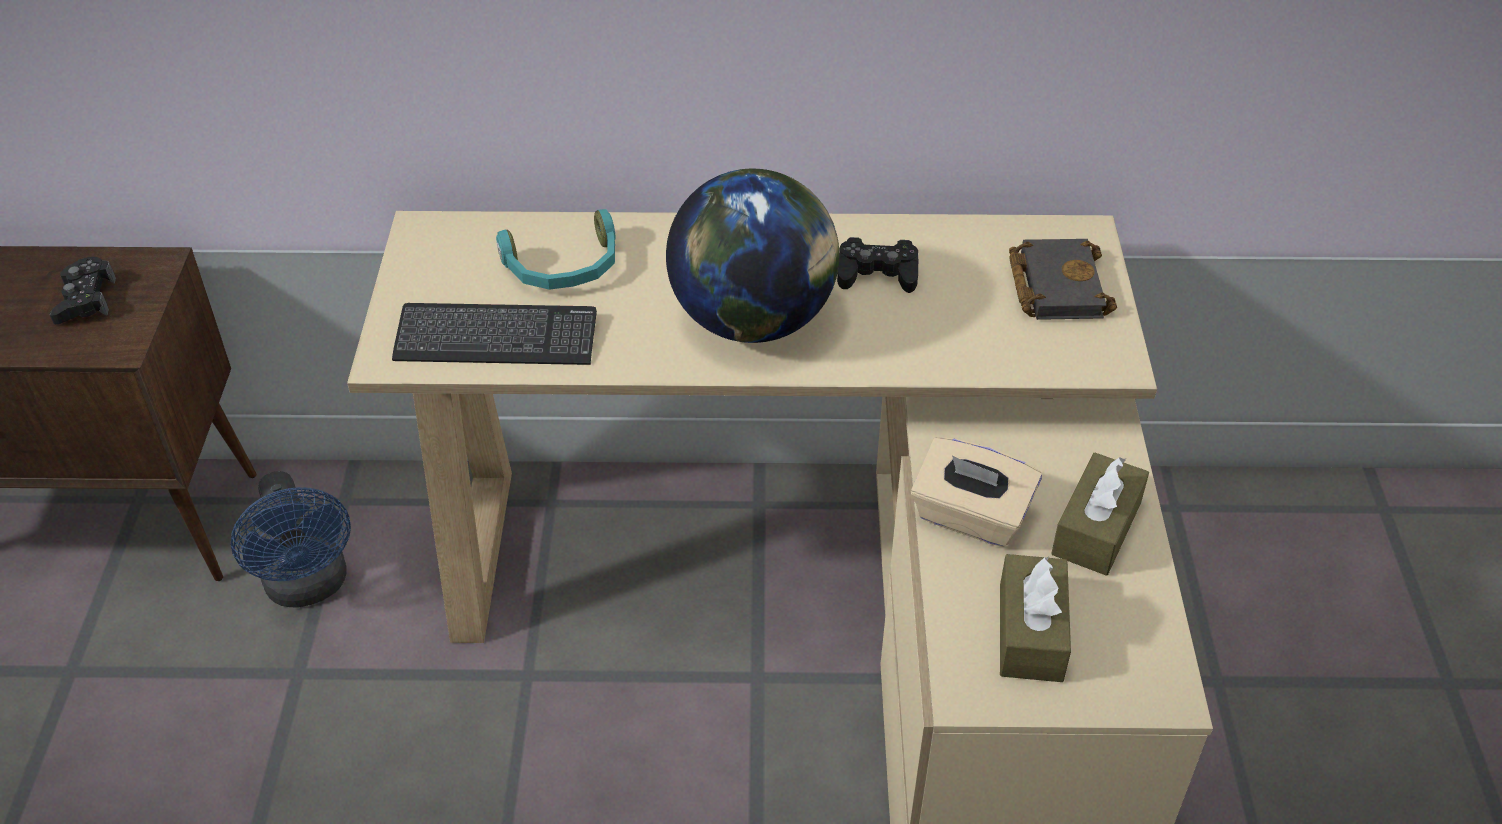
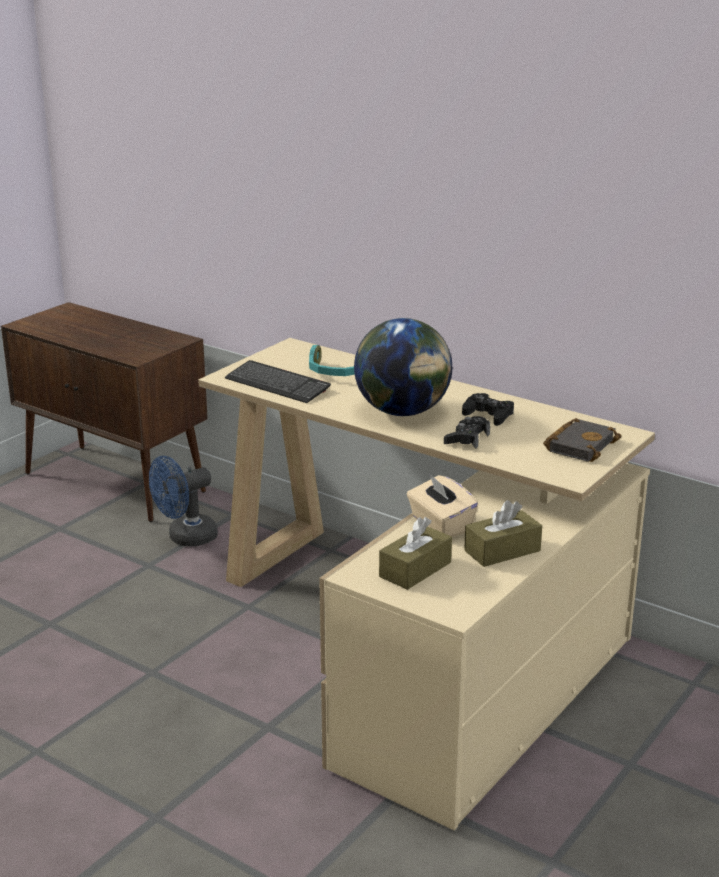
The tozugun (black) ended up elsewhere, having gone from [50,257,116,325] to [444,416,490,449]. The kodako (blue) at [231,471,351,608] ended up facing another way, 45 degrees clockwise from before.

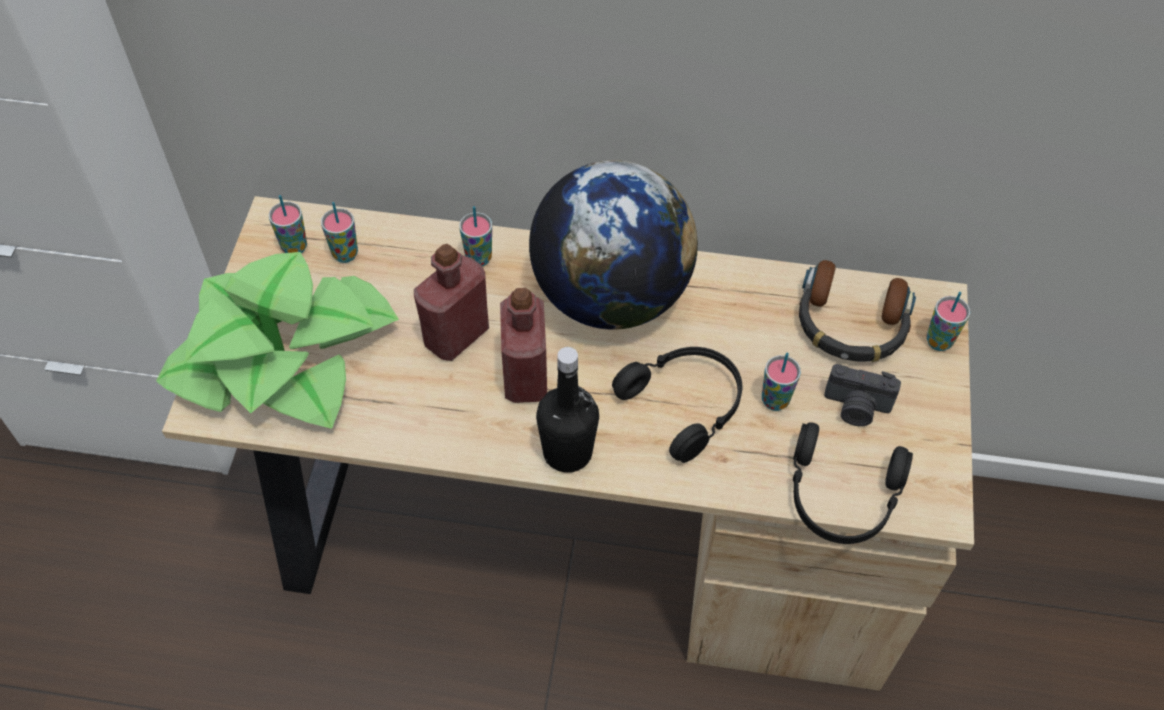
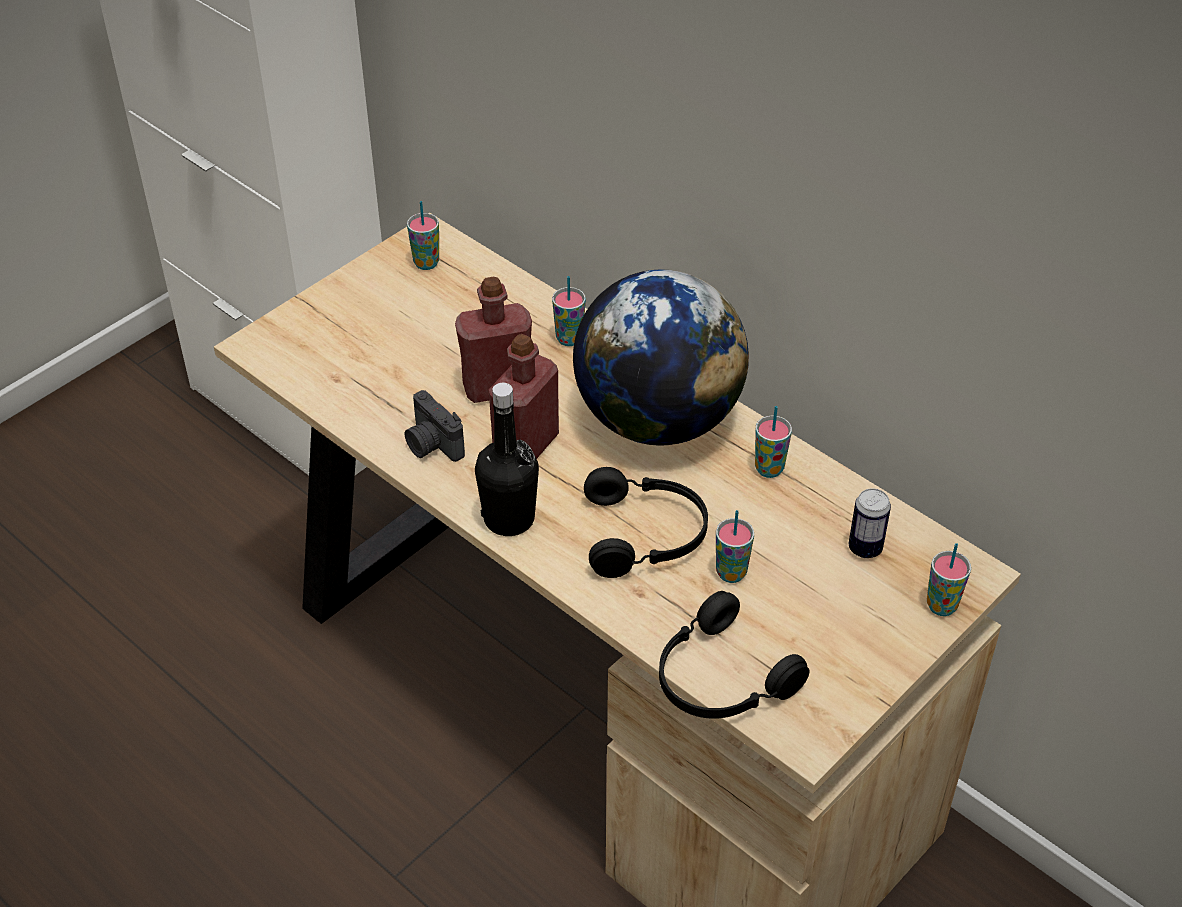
The second view lost the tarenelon at [156,252,399,429]. The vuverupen ended up elsewhere, having gone from [321,202,358,263] to [755,406,792,478]. The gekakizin ended up elsewhere, having gone from [824,364,901,426] to [405,390,465,462]. Where the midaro stood at [799,260,916,362], the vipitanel came to stand at [849,488,891,558].

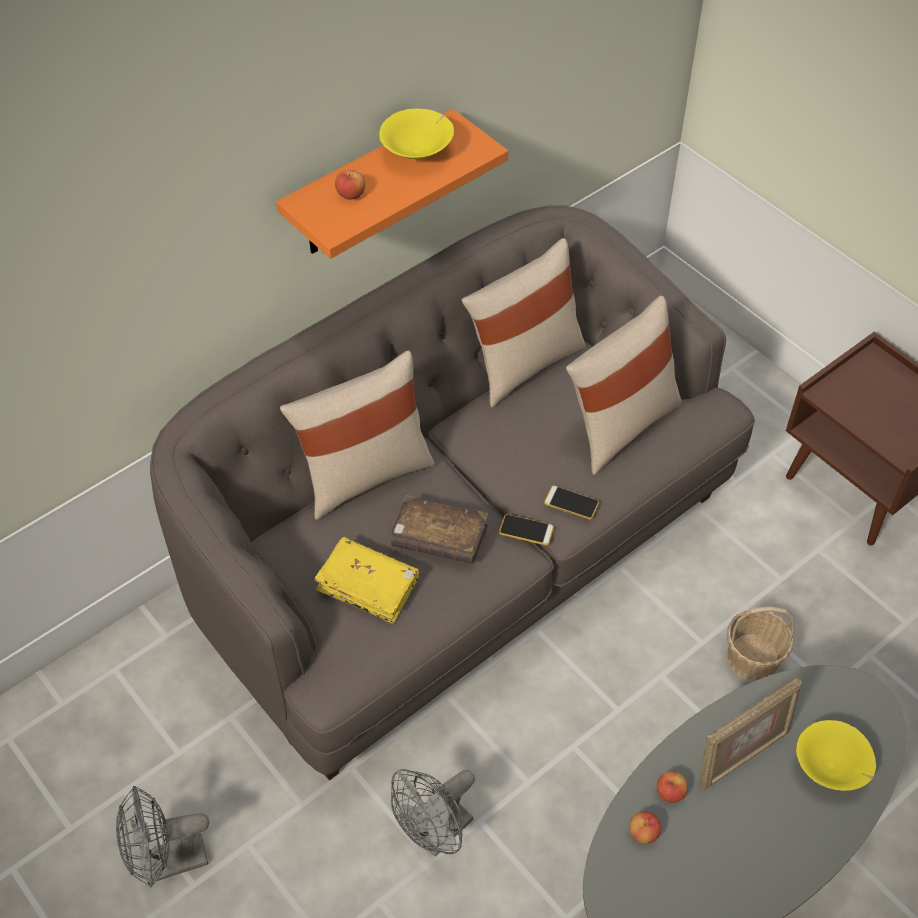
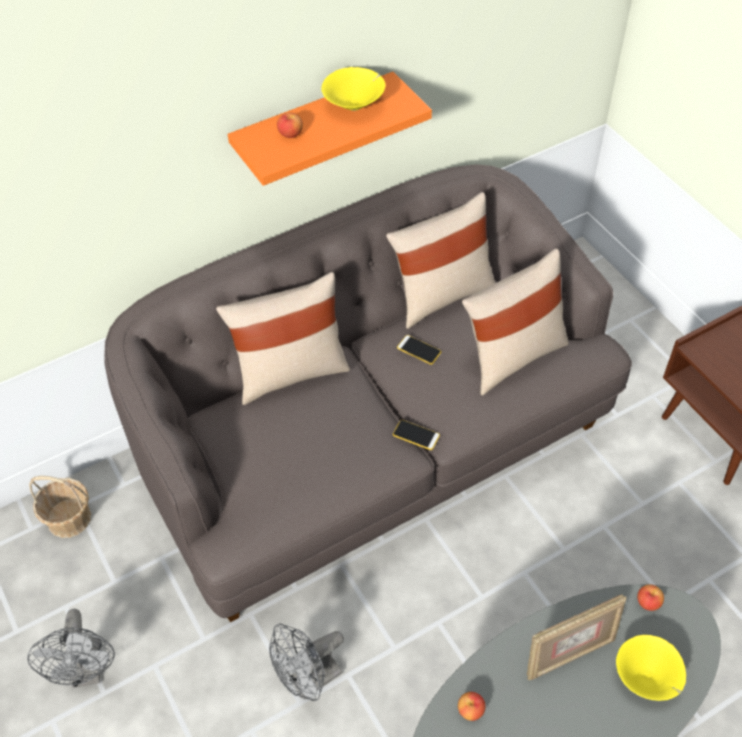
The second view lost the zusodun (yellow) at [315,537,419,624]. The second view lost the zusodun (brown) at [391,495,488,564]. The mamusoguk ended up elsewhere, having gone from [544,486,599,520] to [397,335,441,365]. The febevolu ended up elsewhere, having gone from [657,771,688,803] to [637,585,664,611]. The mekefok ended up elsewhere, having gone from [727,607,795,681] to [29,476,91,538]. The kodako (grey) at [116,786,209,887] ended up facing another way, 90 degrees counterclockwise from before.

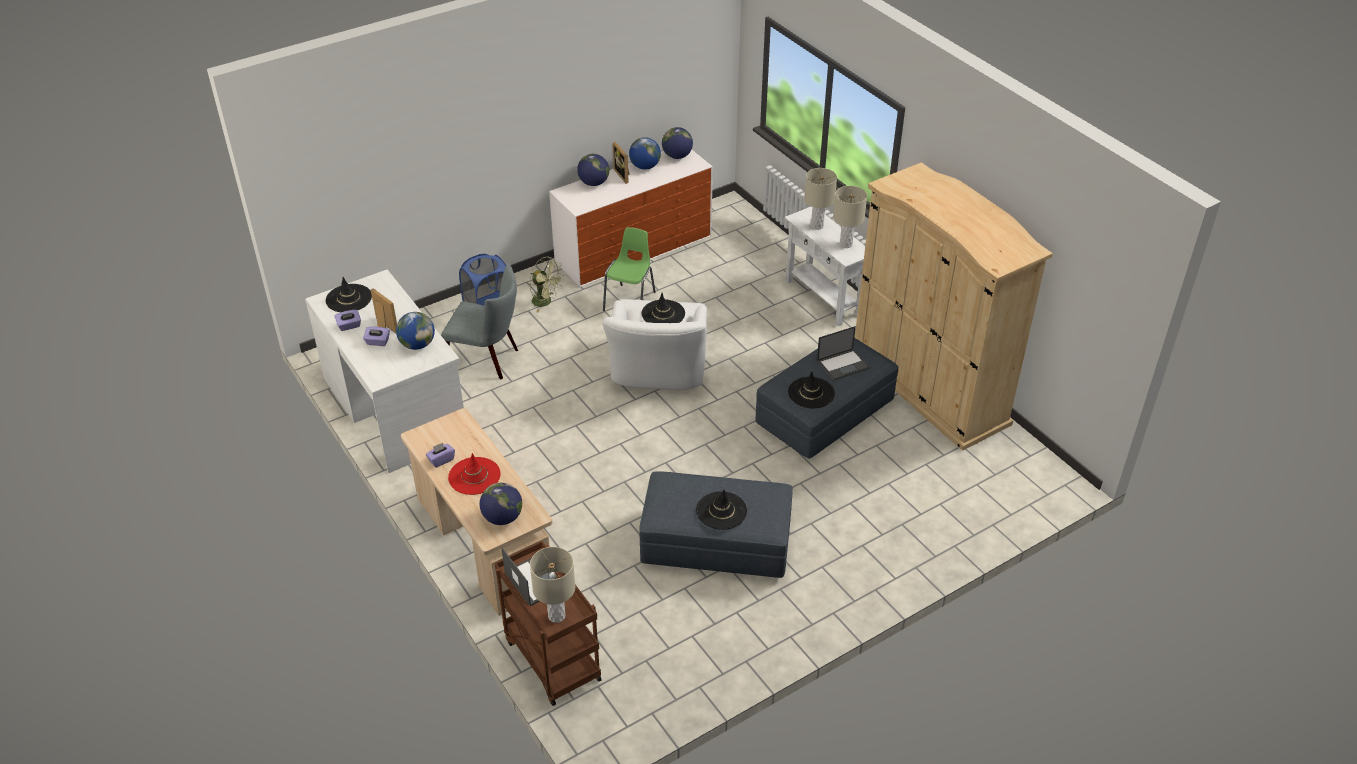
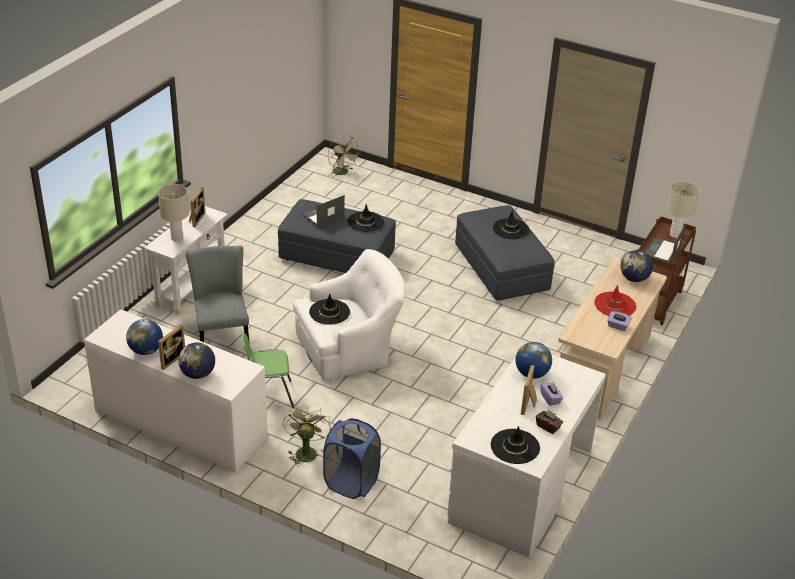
The second view lost the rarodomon at [662,127,693,159]. The second view lost the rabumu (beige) at [855,162,1053,451]. The second view gained the kodako (green) at [328,135,360,178]. The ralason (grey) ended up elsewhere, having gone from [441,263,518,379] to [186,246,250,344]. Where the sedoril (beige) stood at [833,186,867,248], the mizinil came to stand at [189,187,205,227]. What was the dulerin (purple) at [335,310,361,331] turned into the dulerin (brown) at [536,410,563,434]. The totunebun at [817,326,870,381] ended up facing another way, 75 degrees counterclockwise from before.

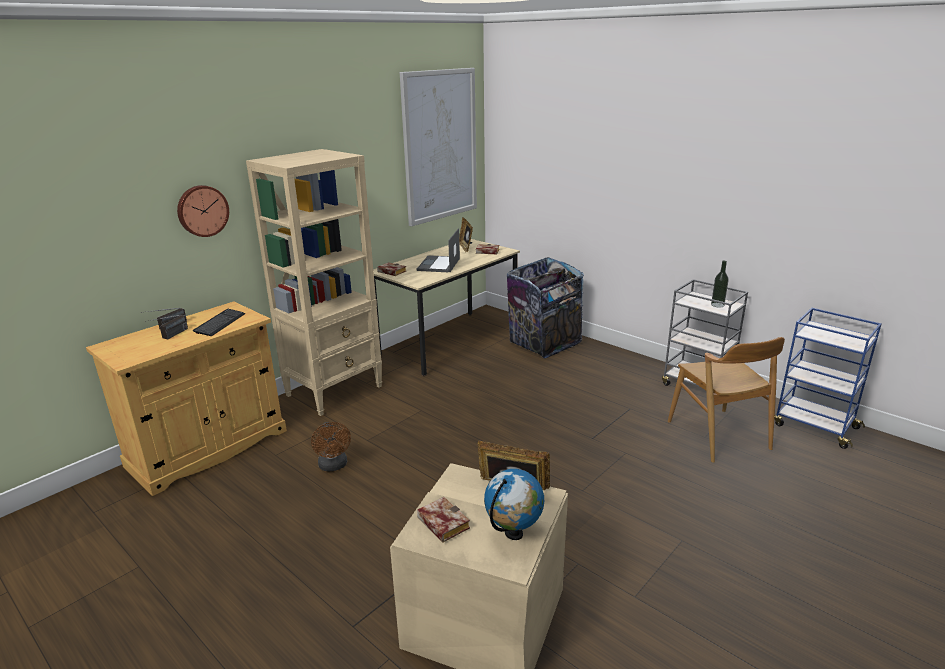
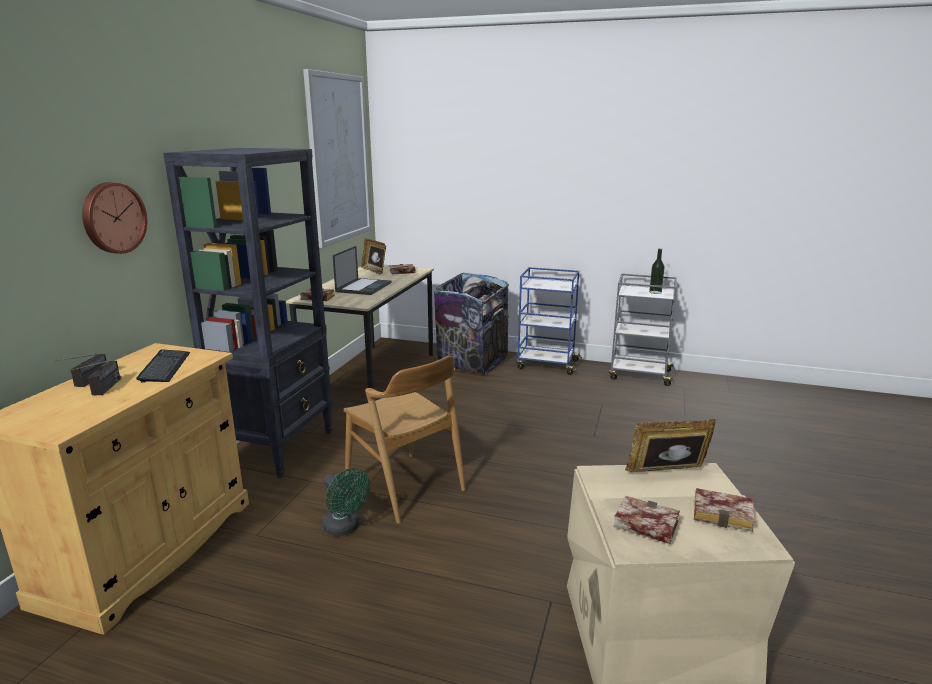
The ralason (brown) ended up elsewhere, having gone from [668,337,785,463] to [344,355,466,524]. The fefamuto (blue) ended up elsewhere, having gone from [775,308,882,449] to [516,267,582,375]. Where the rarodomon stood at [484,469,544,540], the zusodun came to stand at [694,488,755,532]. What was the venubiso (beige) at [246,149,382,416] turned into the venubiso (black) at [163,148,333,478]. What was the kodako (brown) at [311,422,351,472] turned into the kodako (green) at [322,468,370,536]. The totunebun at [417,228,460,273] ended up facing another way, 150 degrees counterclockwise from before.

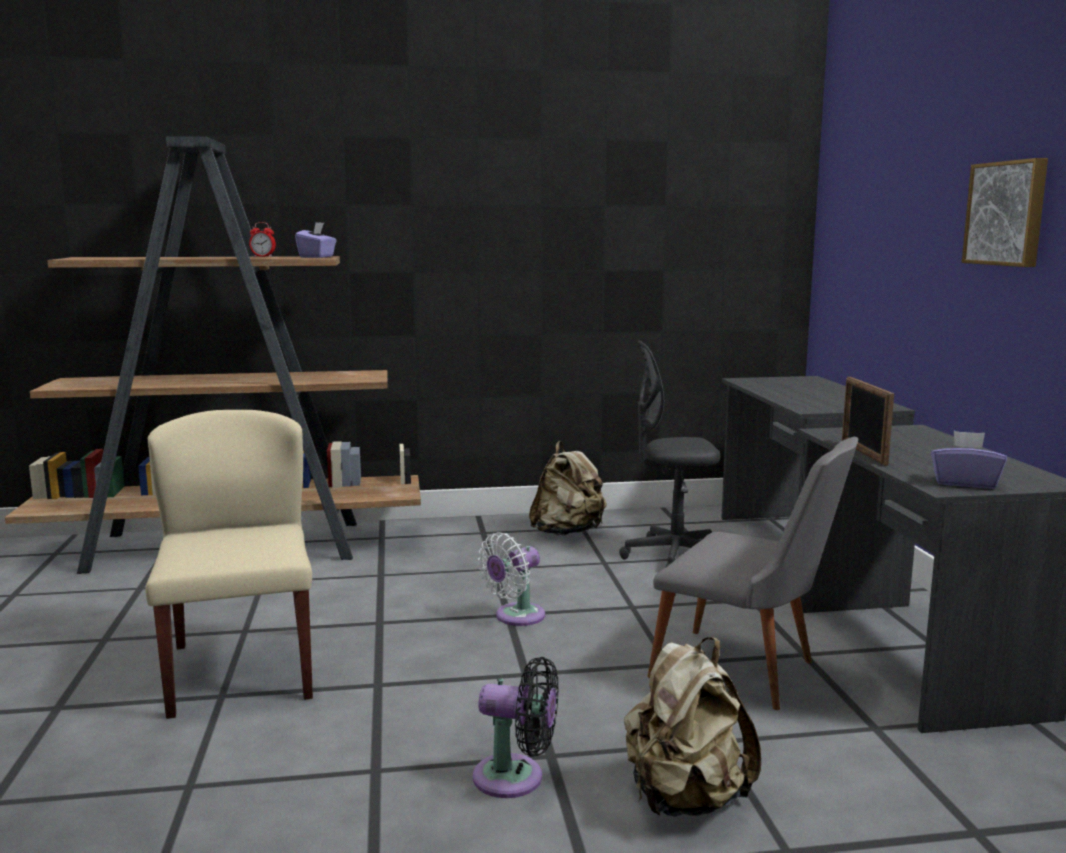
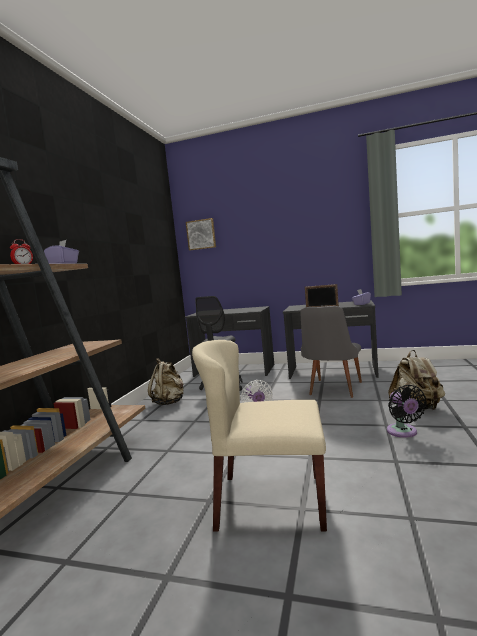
The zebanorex ended up elsewhere, having gone from [962,158,1048,267] to [186,218,216,250]. The kodako (black) at [473,657,559,798] ended up facing another way, 135 degrees clockwise from before. The ralason (grey) at [648,437,858,710] ended up facing another way, 150 degrees clockwise from before.

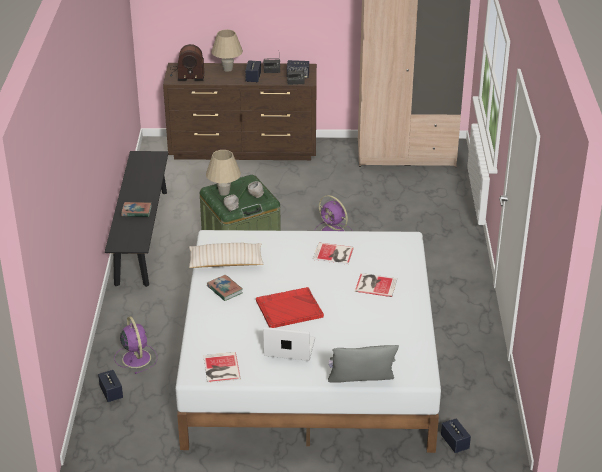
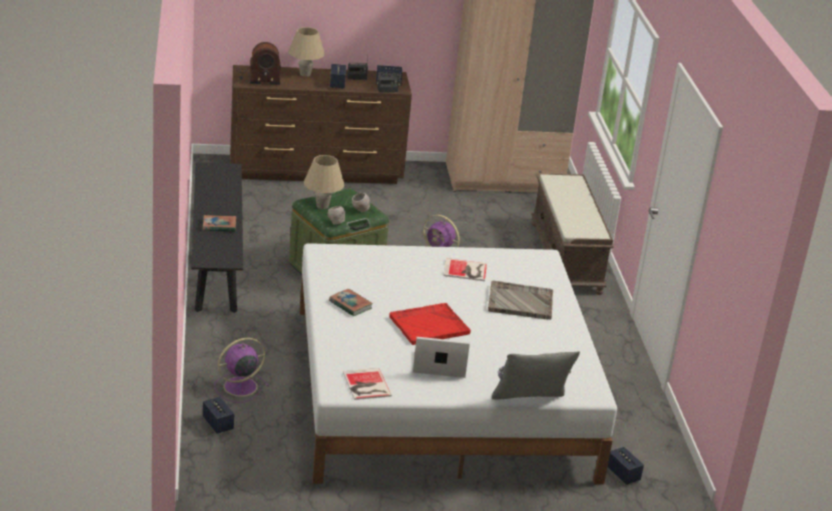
The second view lost the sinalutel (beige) at [189,243,263,268]. The second view gained the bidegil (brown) at [531,174,614,295]. Where the zusodun stood at [355,273,397,297], the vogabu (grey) came to stand at [488,281,553,320]. The kodako (purple) at [114,316,157,374] ended up facing another way, 90 degrees counterclockwise from before.

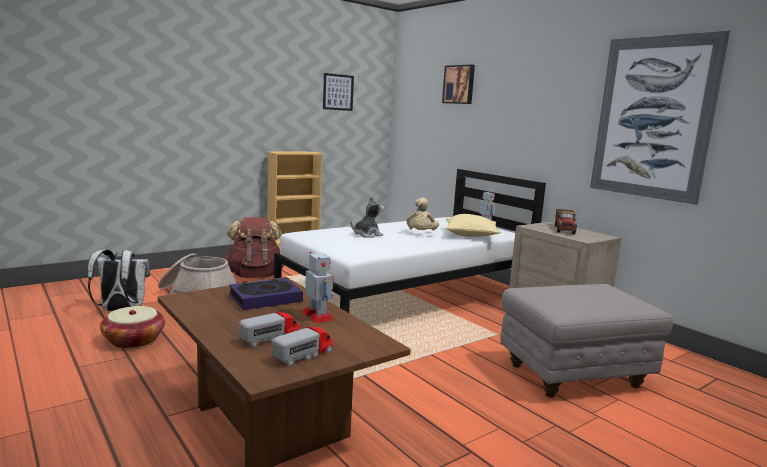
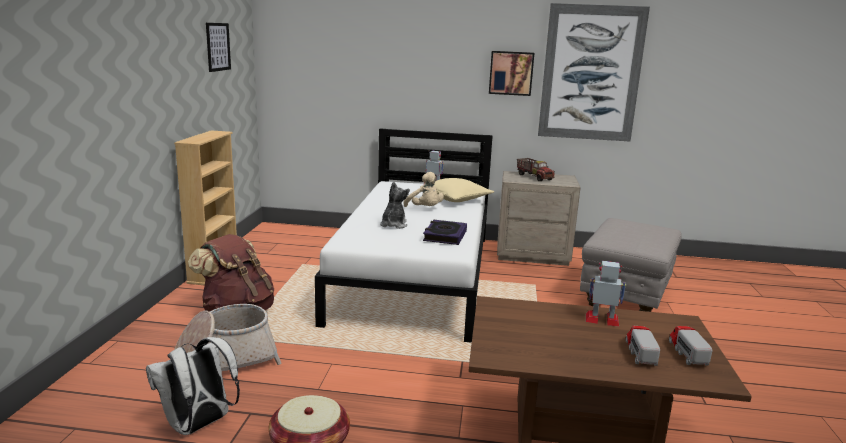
The zusodun ended up elsewhere, having gone from [229,278,303,310] to [423,220,467,245]. The zebanorex ended up elsewhere, having gone from [442,64,475,104] to [489,51,534,96].

